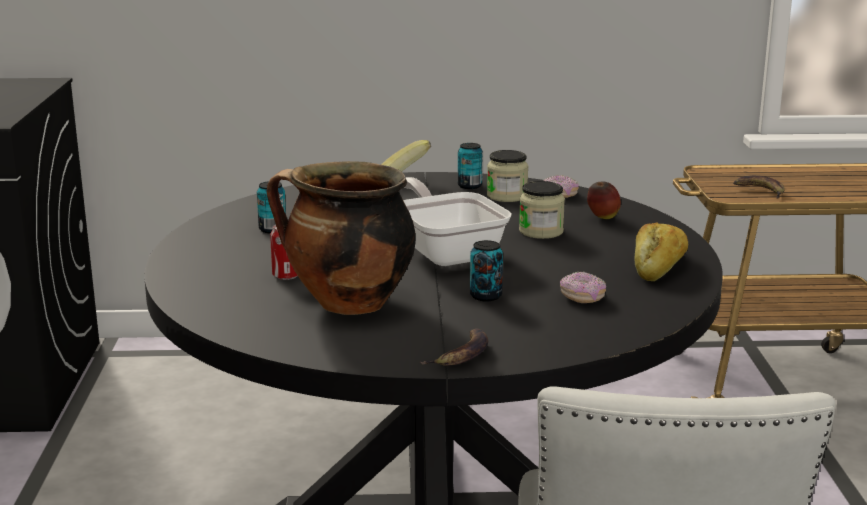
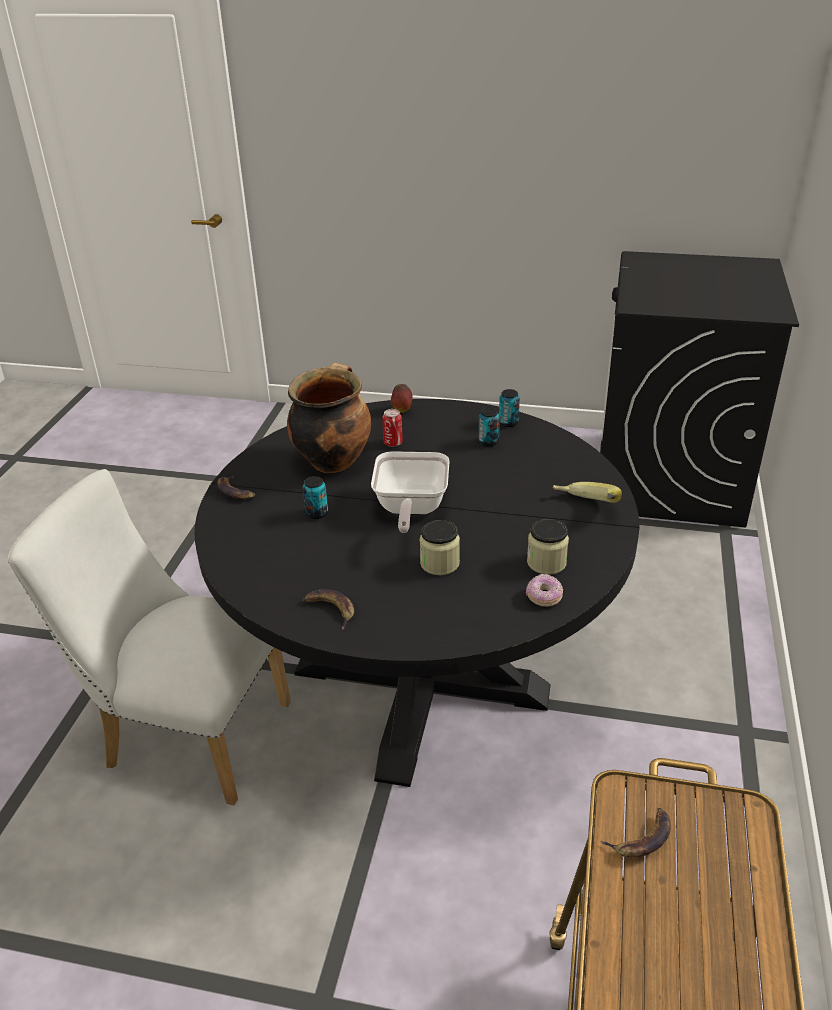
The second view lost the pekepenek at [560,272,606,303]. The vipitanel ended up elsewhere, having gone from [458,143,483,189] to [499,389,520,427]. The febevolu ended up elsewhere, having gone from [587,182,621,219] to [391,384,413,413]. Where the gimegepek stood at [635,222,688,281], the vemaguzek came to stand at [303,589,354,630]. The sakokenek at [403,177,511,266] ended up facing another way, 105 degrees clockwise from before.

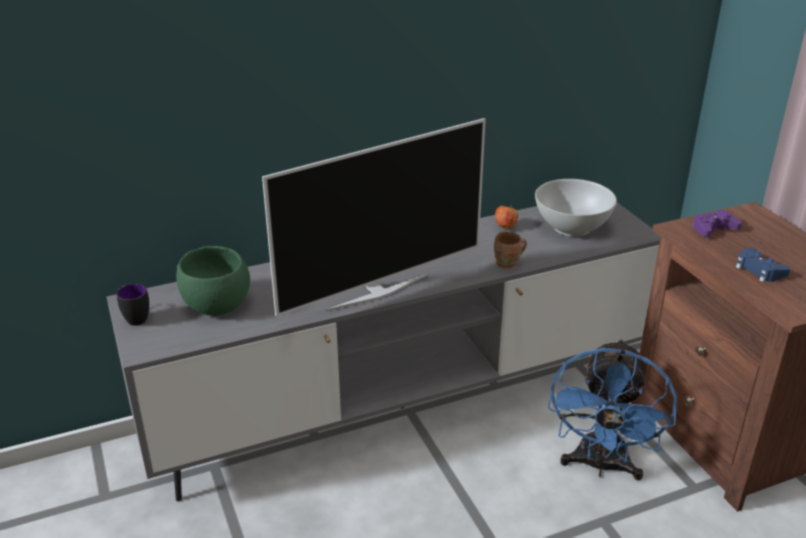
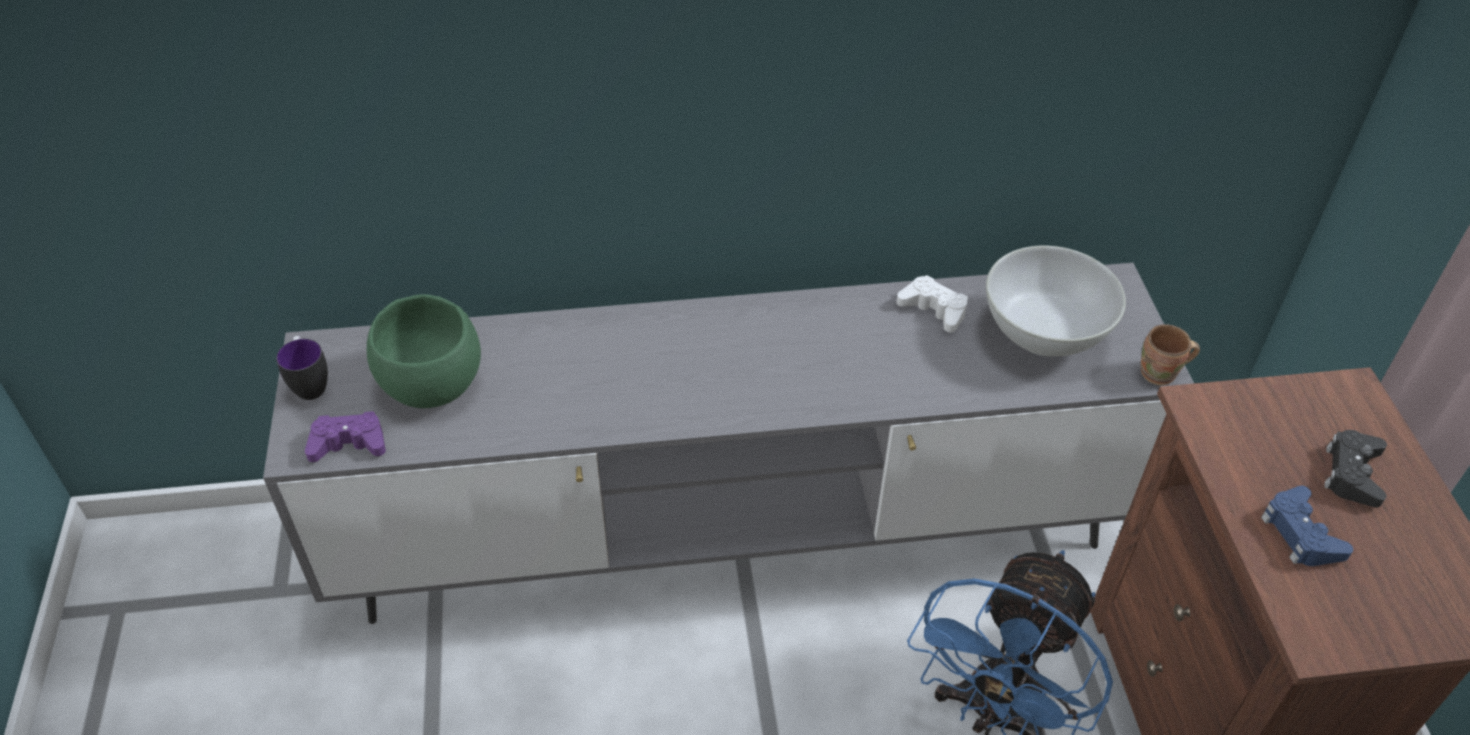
The second view lost the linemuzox at [262,118,486,317]. The second view gained the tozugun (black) at [1324,430,1387,508]. The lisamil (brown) ended up elsewhere, having gone from [494,232,527,270] to [1141,324,1200,386]. The tozugun (purple) ended up elsewhere, having gone from [692,210,742,237] to [305,411,386,462]. Where the febevolu stood at [495,205,518,229], the tozugun (white) came to stand at [896,275,968,333].

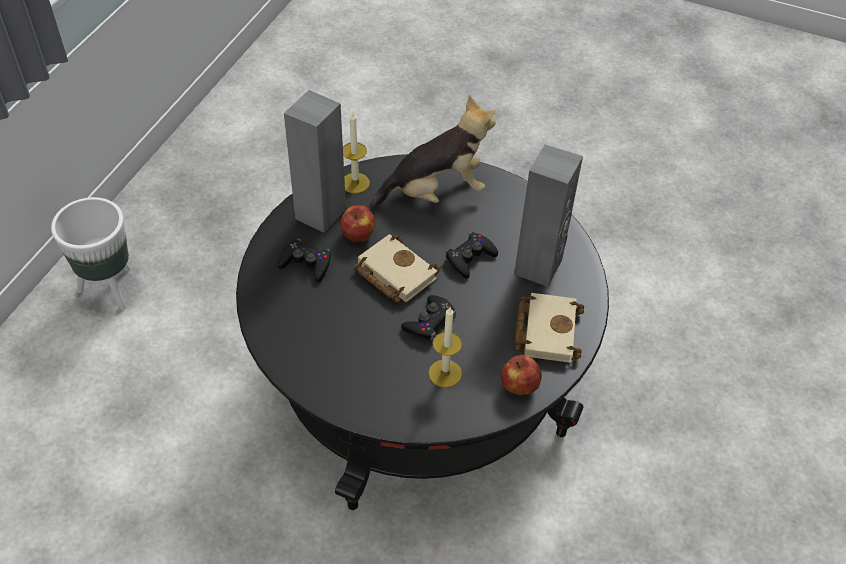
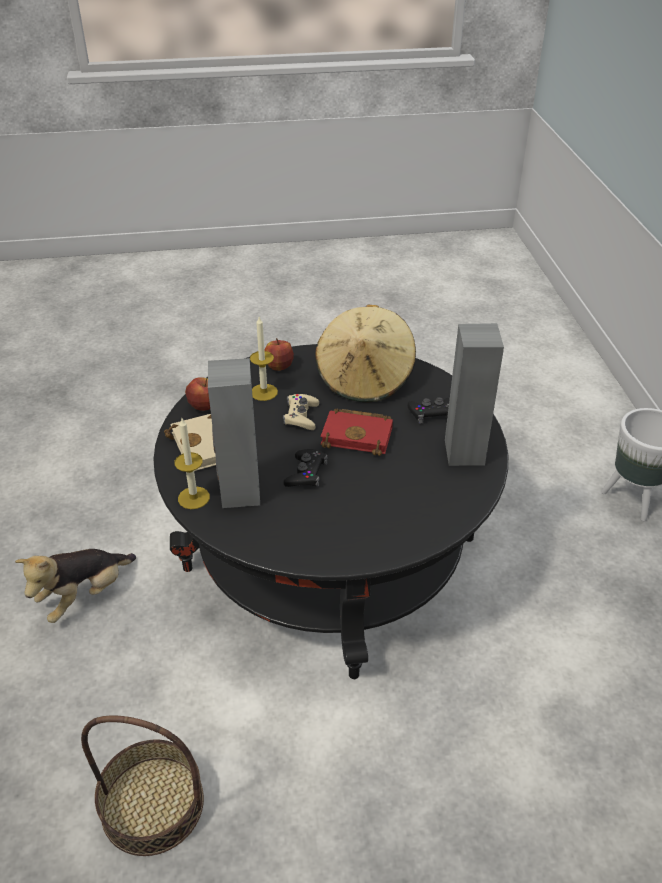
The second view gained the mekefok at [81,715,204,856]. The second view gained the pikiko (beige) at [315,305,416,403]. The febevolu ended up elsewhere, having gone from [340,205,375,242] to [264,338,294,371]. The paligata ended up elsewhere, having gone from [343,113,370,193] to [174,418,210,509]. The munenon ended up elsewhere, having gone from [369,95,496,209] to [15,549,136,623]. What was the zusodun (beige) at [354,234,441,303] turned into the zusodun (red) at [320,408,393,456]. What was the tozugun (black) at [401,295,456,341] turned into the tozugun (beige) at [283,394,319,430].

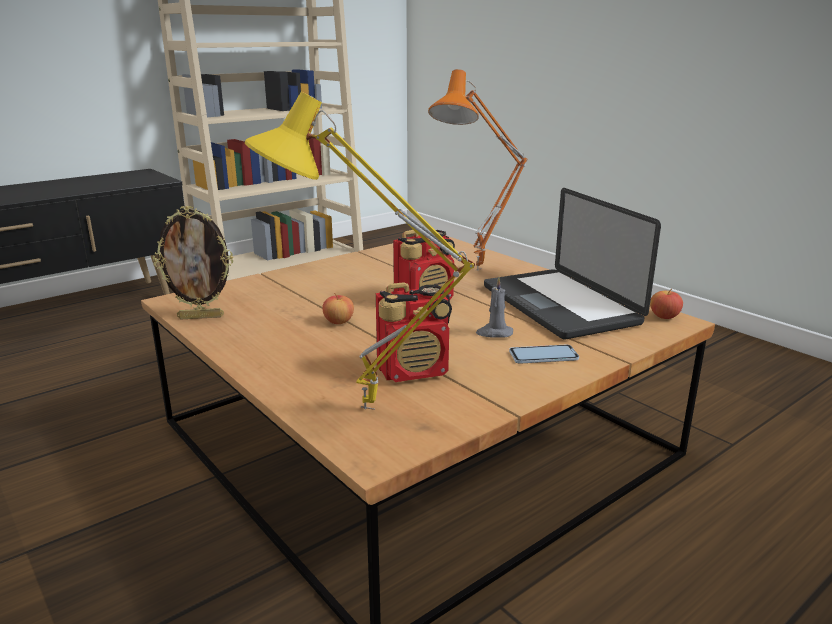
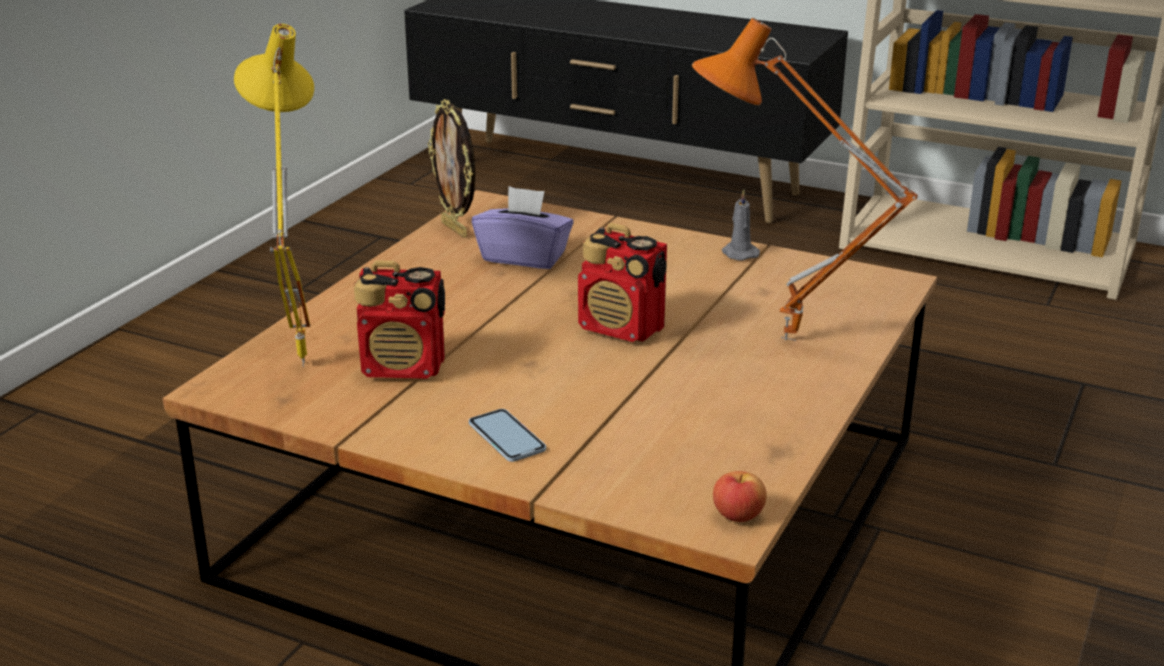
The second view lost the febevolu at [322,293,354,324]. The second view lost the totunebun at [484,188,661,340]. The second view gained the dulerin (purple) at [472,186,574,269]. The paligata (grey) ended up elsewhere, having gone from [476,277,513,338] to [722,189,760,261]. The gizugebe at [376,282,452,382] ended up facing another way, 45 degrees counterclockwise from before.

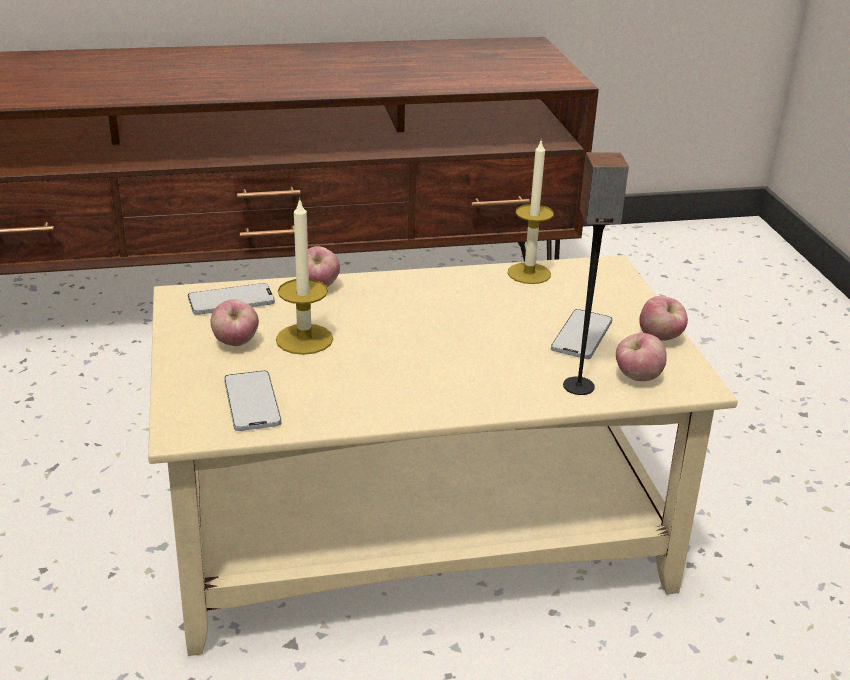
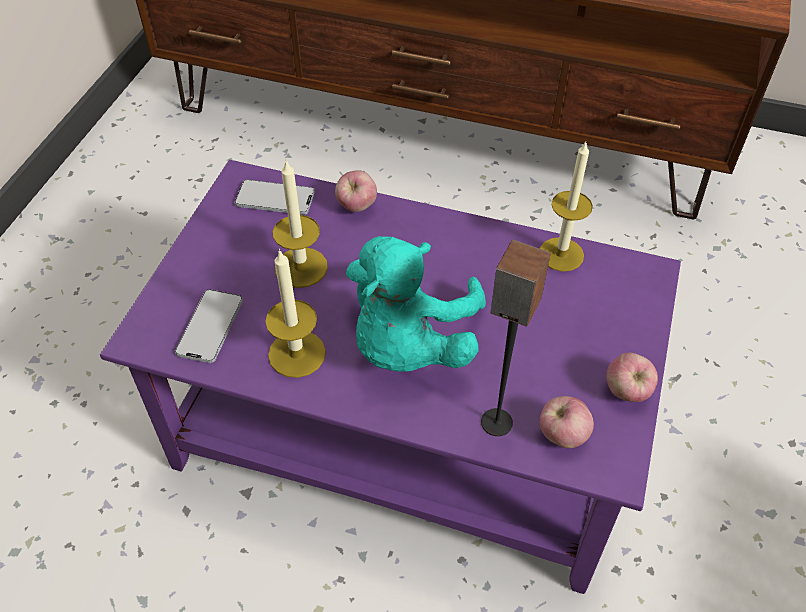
The second view lost the febevolu at [211,299,259,346]. The second view lost the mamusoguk at [551,309,612,359]. The second view gained the paligata at [265,249,326,378]. The second view gained the munenon (turquoise) at [346,236,486,372]. What was the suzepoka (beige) at [148,255,738,656] turned into the suzepoka (purple) at [100,160,681,594].

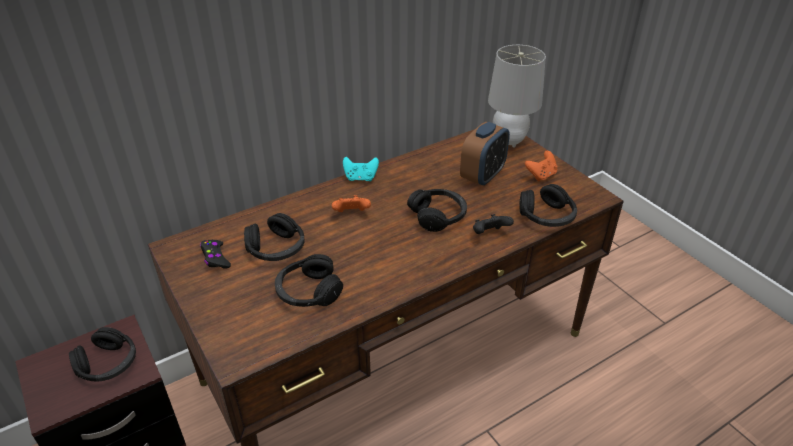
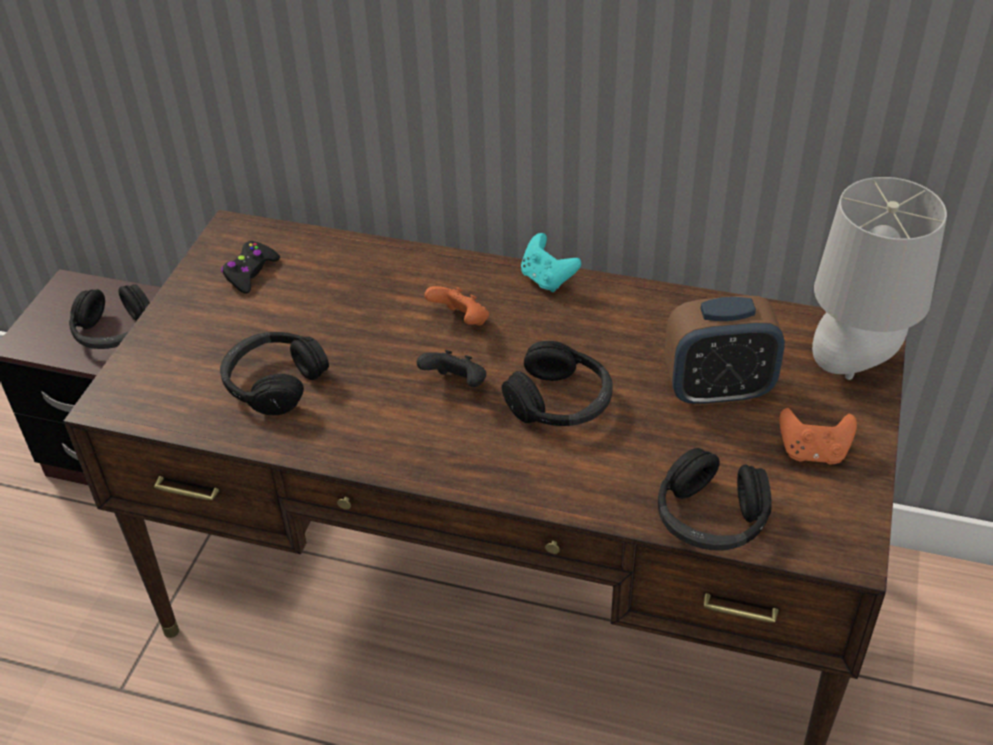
The second view lost the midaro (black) at [244,213,304,261]. The tozugun (black) ended up elsewhere, having gone from [473,214,514,234] to [416,350,486,387].

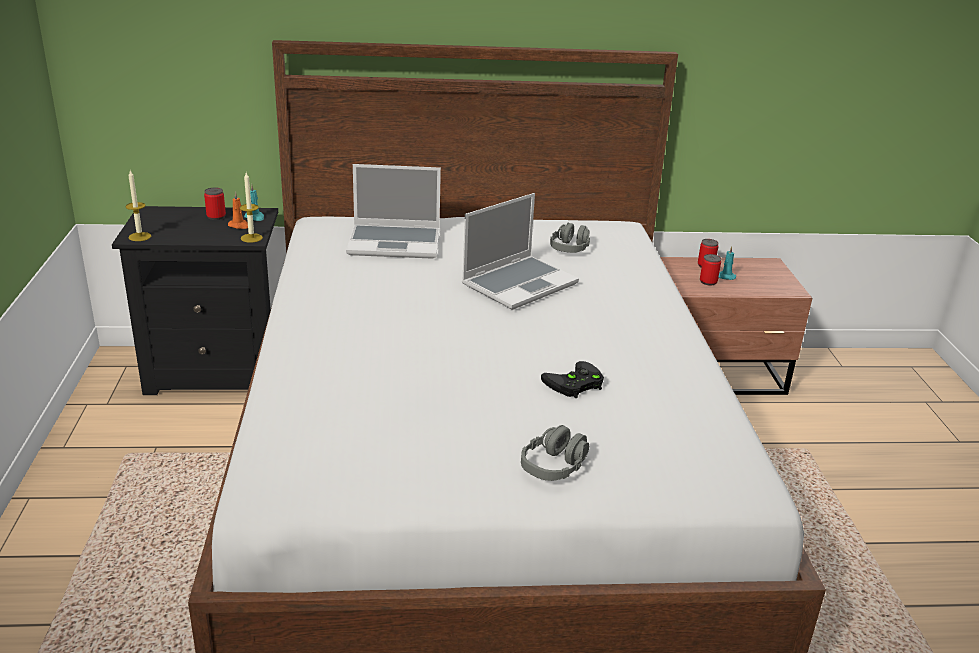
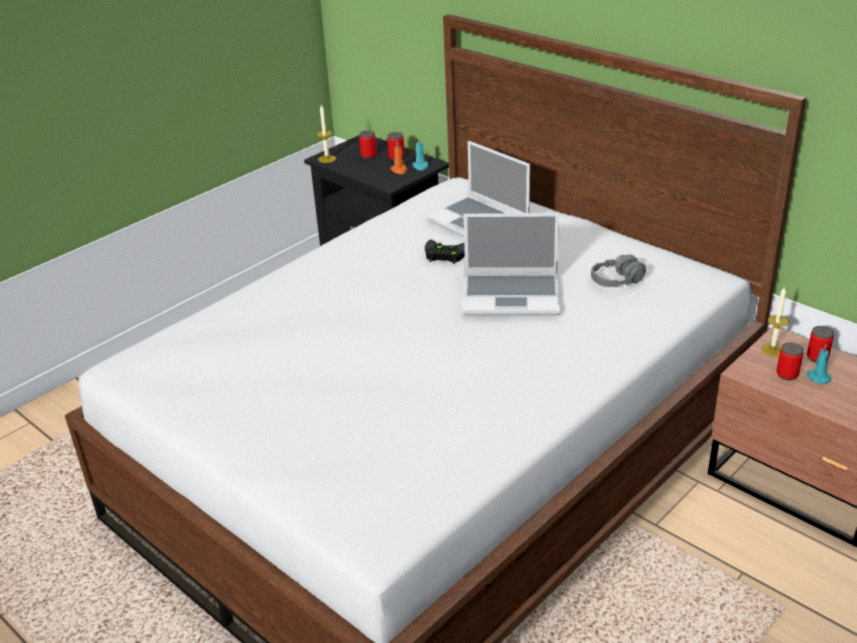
The second view lost the midaro (grey) at [521,425,589,481]. The second view gained the vipitanel at [359,130,377,159]. The paligata ended up elsewhere, having gone from [240,173,263,243] to [761,286,789,357]. The tozugun (black) ended up elsewhere, having gone from [541,361,604,398] to [425,240,465,264].

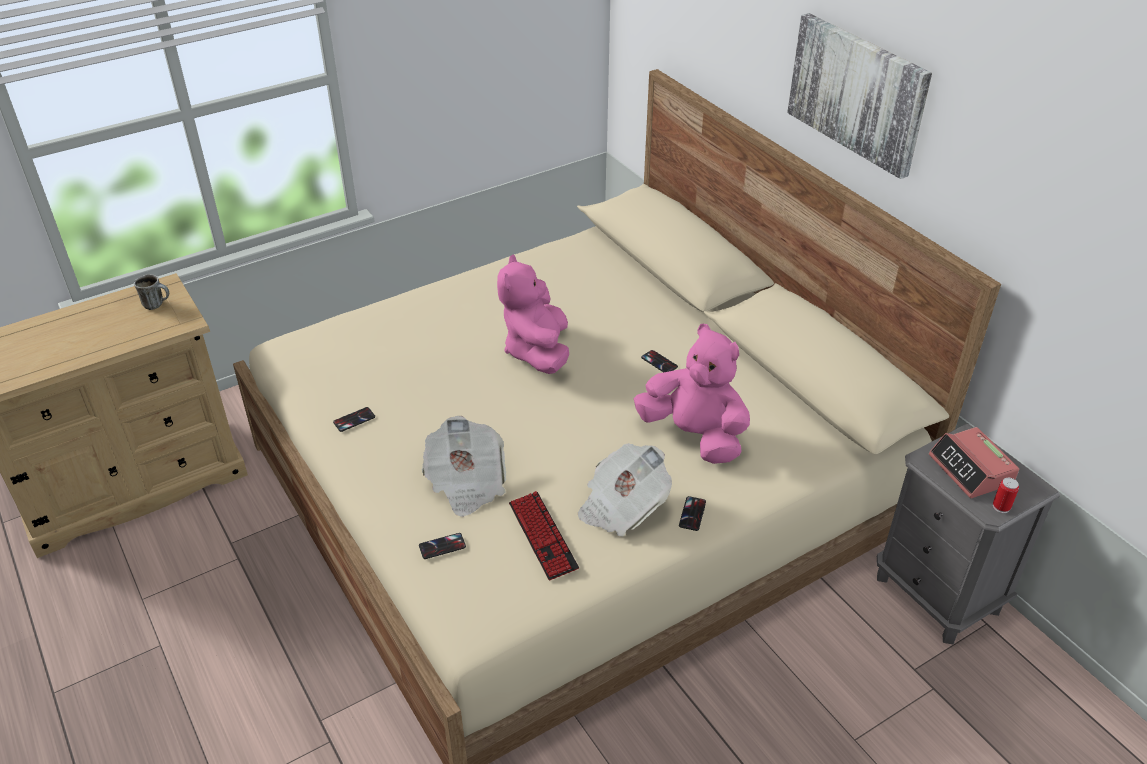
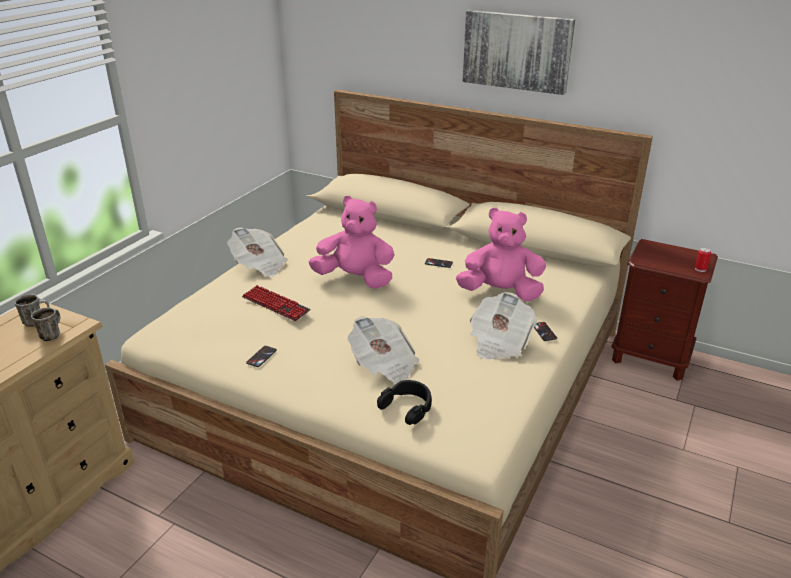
The second view lost the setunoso at [929,427,1019,498]. The second view gained the lisamil at [31,308,60,341]. The second view gained the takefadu at [227,227,288,277]. The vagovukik ended up elsewhere, having gone from [509,491,579,580] to [242,285,310,321]. Where the mamusoguk stood at [419,533,466,559], the midaro (black) came to stand at [377,380,432,425]. What was the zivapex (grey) at [877,424,1060,644] turned into the zivapex (brown) at [611,239,718,381]. The munenon (pink) at [497,254,569,374] ended up facing another way, 135 degrees clockwise from before.

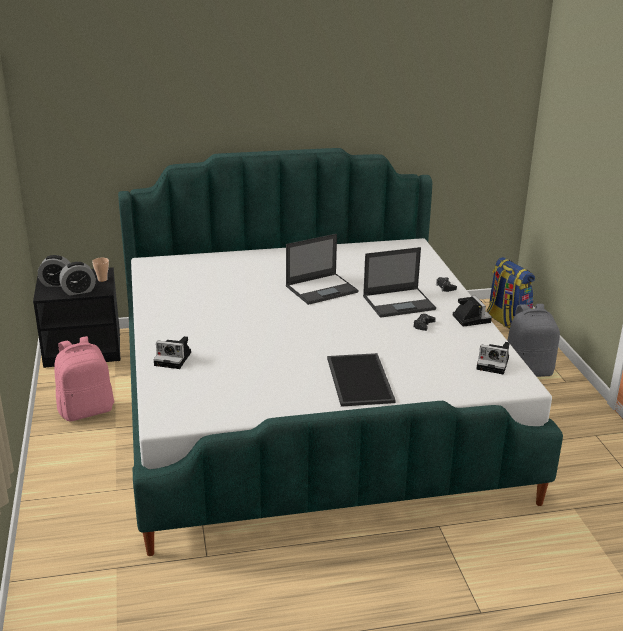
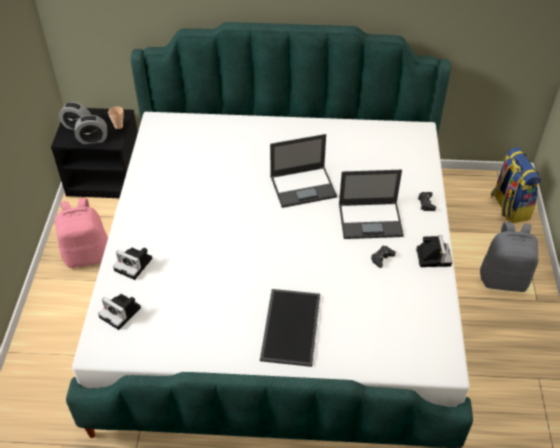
The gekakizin ended up elsewhere, having gone from [476,342,510,375] to [98,294,141,330].

